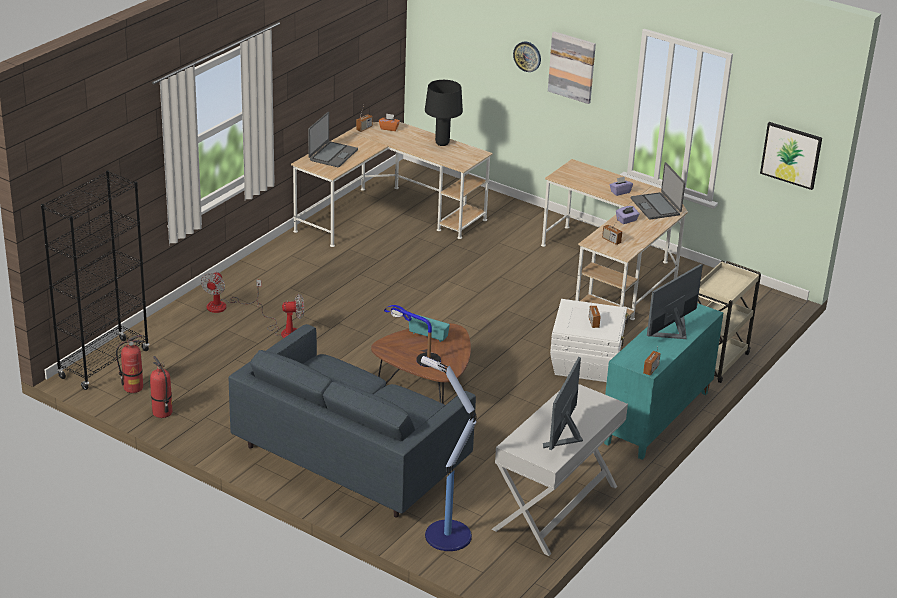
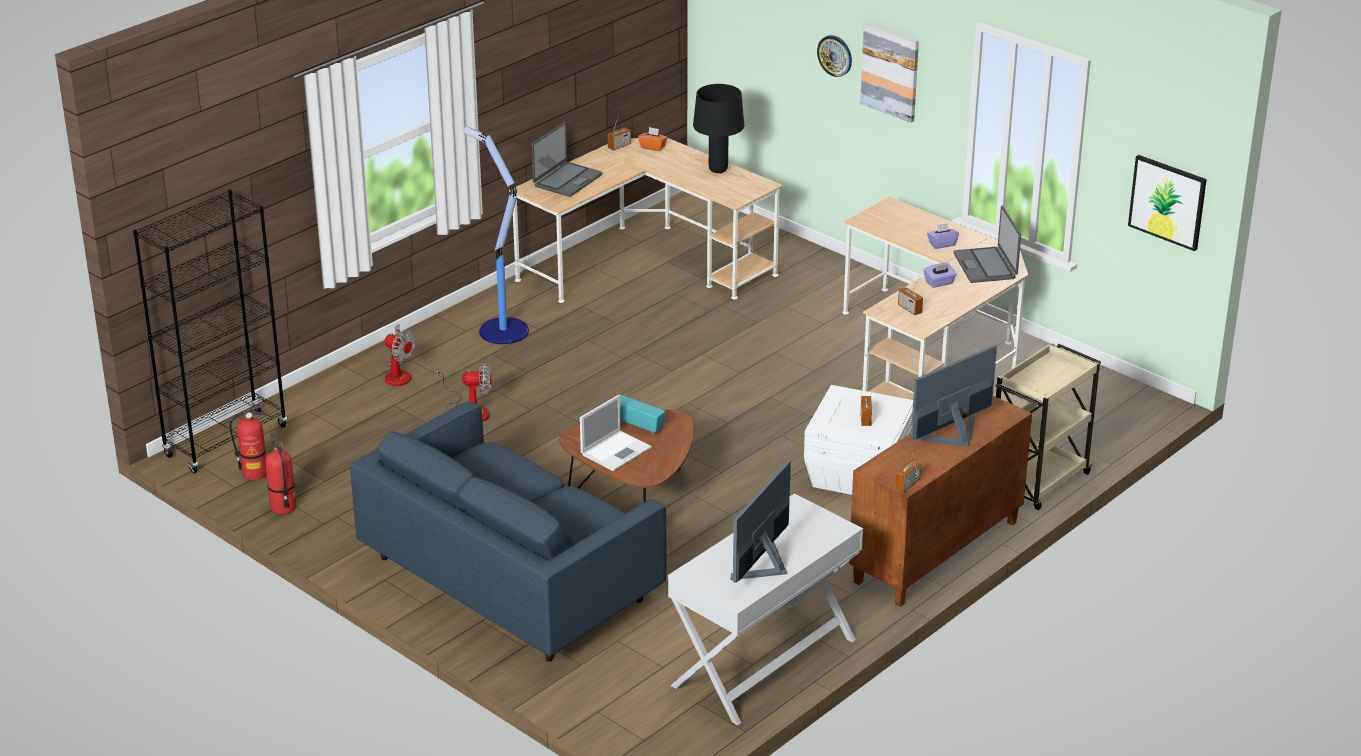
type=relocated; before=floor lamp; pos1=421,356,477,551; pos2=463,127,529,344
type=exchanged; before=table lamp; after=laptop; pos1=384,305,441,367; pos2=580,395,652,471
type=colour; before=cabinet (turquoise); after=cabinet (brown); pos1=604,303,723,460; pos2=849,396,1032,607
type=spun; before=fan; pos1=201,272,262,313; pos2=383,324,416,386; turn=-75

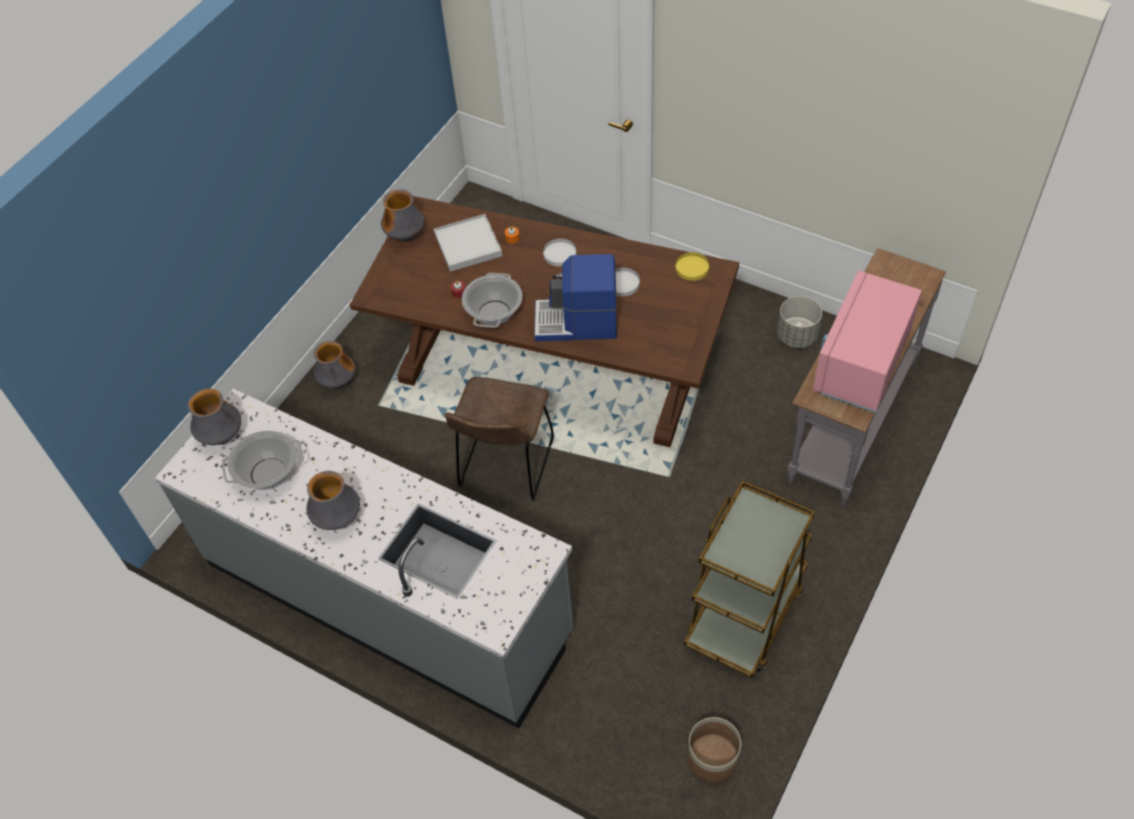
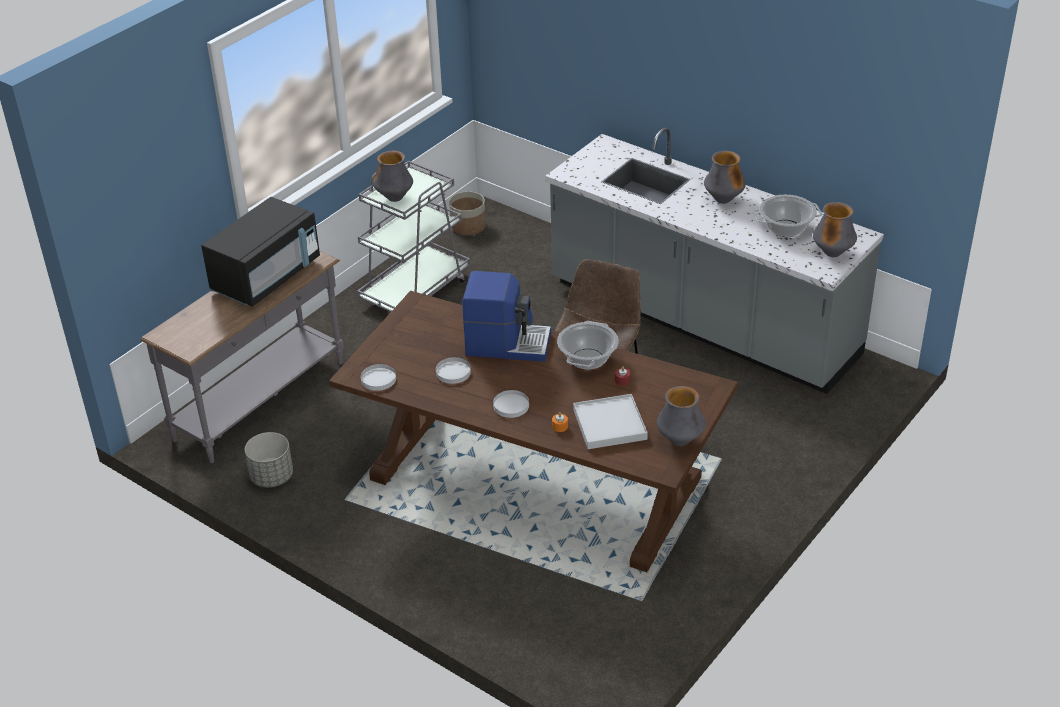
type=relocated; before=vase; pos1=314,341,355,388; pos2=373,151,413,202
type=colour; before=plate (yellow); after=plate (white); pos1=675,252,709,281; pos2=361,364,396,391
type=colour; before=cart (brown); after=cart (grey); pos1=684,481,815,678; pos2=357,161,470,312
type=colour; before=microwave (pink); after=microwave (black); pos1=813,271,922,413; pos2=201,197,320,307

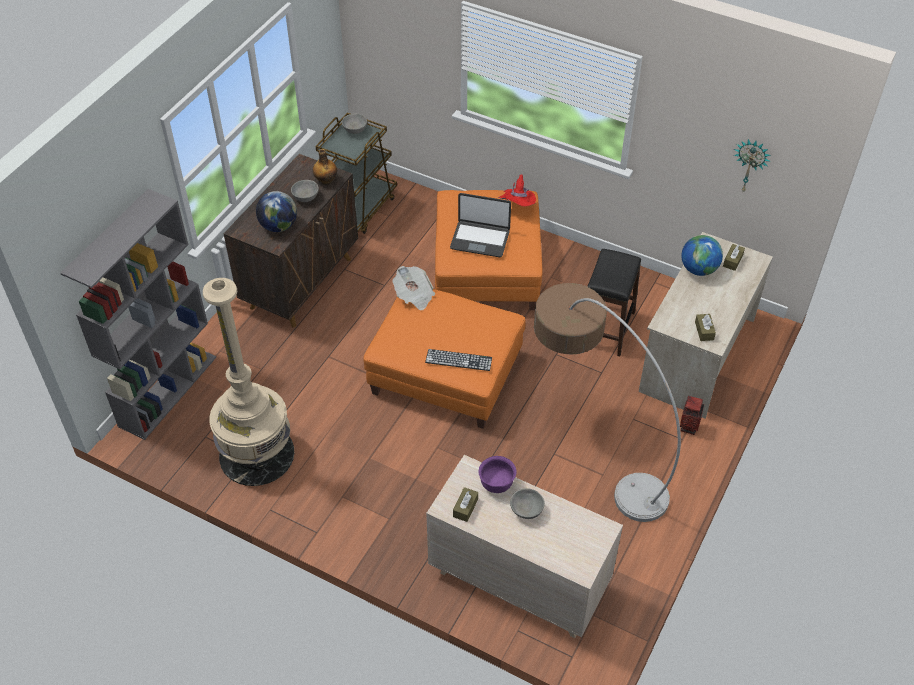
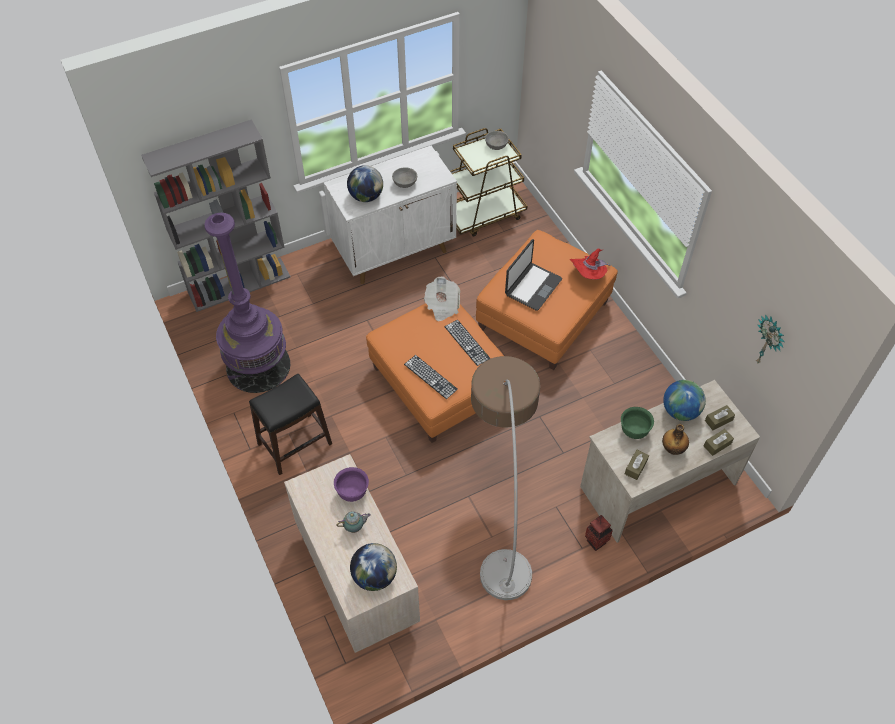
type=appeared; after=globe; pos2=350,543,397,591
type=appeared; after=keyboard; pos2=444,320,491,366
type=appeared; after=bowl (green); pos2=621,407,654,439
type=relocated; before=bottle; pos1=313,149,337,185; pos2=662,424,689,455
type=relocated; before=tissue box (brown); pos1=453,487,478,522; pos2=704,429,734,456
type=relocated; before=stool (black); pos1=587,249,641,356; pos2=249,374,332,475
type=exchanged; before=bowl (grey); after=teapot; pos1=510,488,545,519; pos2=337,511,371,533
type=colour; before=floor lamp (beige); after=floor lamp (purple); pos1=203,278,294,486; pos2=205,213,290,393
type=colour; before=cabinet (brown); after=cabinet (white); pos1=224,154,358,328; pos2=324,146,457,284
type=spun; before=laptop; pos1=450,193,511,257; pos2=505,239,562,311; turn=-105

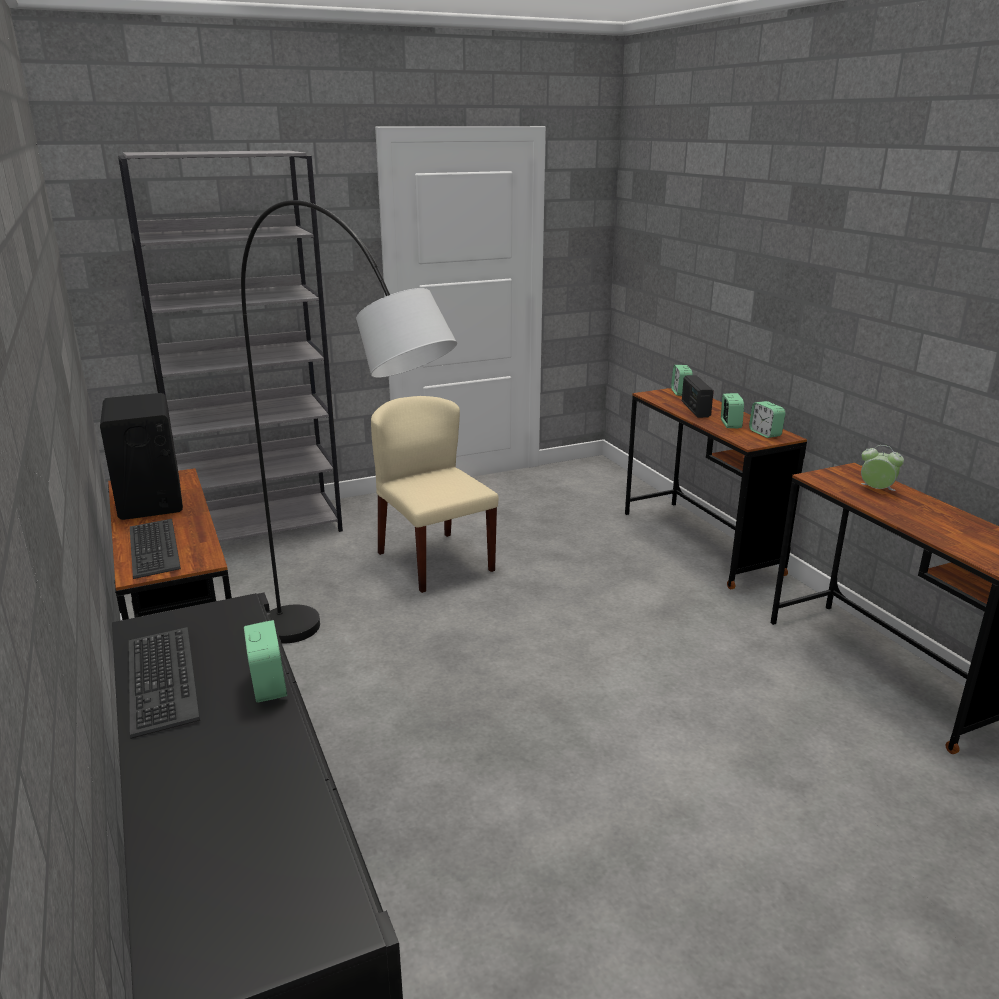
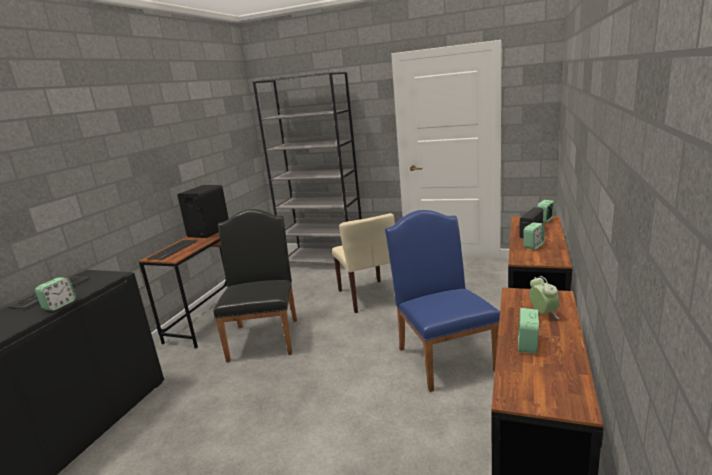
type=appeared; after=chair (blue); pos2=385,210,500,392
type=relocated; before=alarm clock; pos1=749,401,785,438; pos2=518,308,539,354
type=exchanged; before=floor lamp (black); after=chair (black); pos1=241,200,457,644; pos2=214,209,297,362
type=spun; before=chair (beige); pos1=371,396,498,593; pos2=332,213,395,313; turn=150

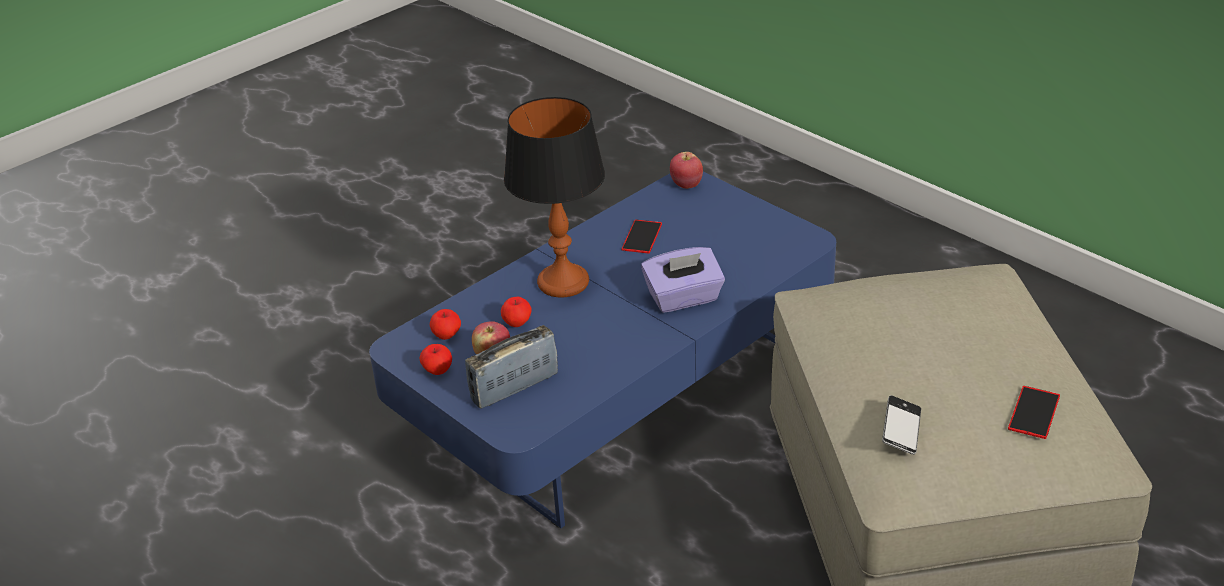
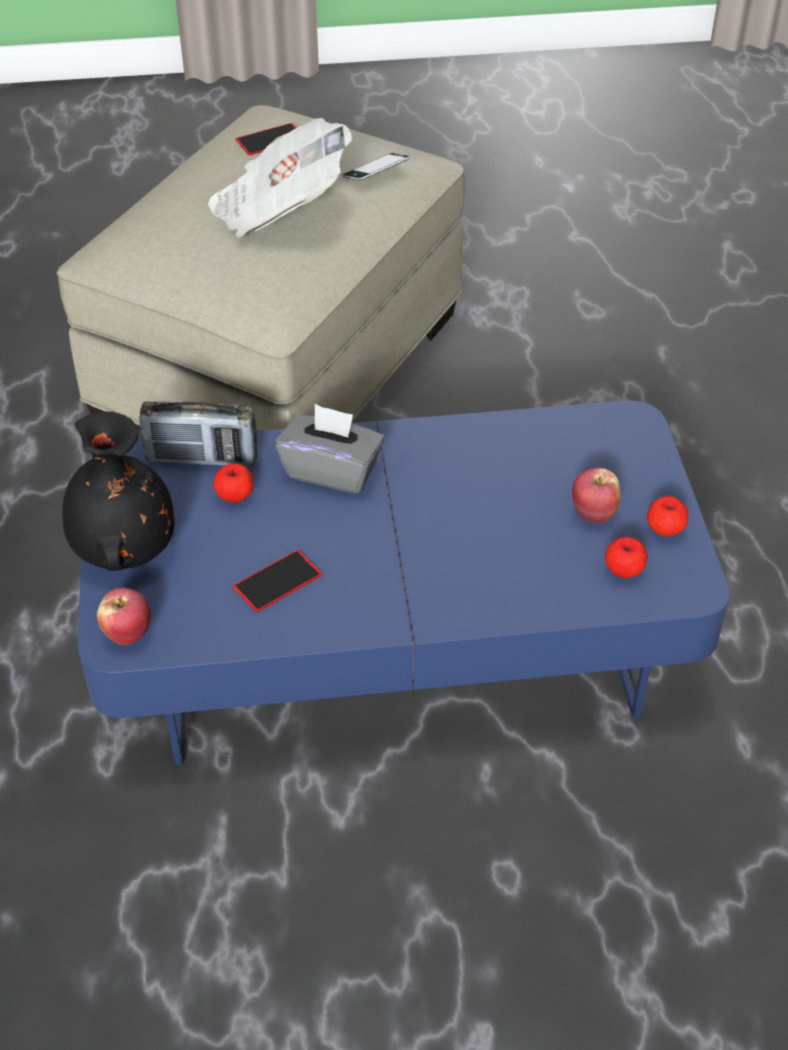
type=missing; before=table lamp; pos1=504,97,605,298
type=appeared; after=vase (black); pos2=62,411,175,571
type=appeared; after=newspaper; pos2=208,118,352,238
type=relocated; before=radio; pos1=465,325,558,409; pos2=139,402,257,466
type=relocated; before=apple; pos1=501,297,532,327; pos2=213,463,253,503
type=colour; before=tissue box (purple); after=tissue box (grey); pos1=641,247,725,313; pos2=275,404,385,494

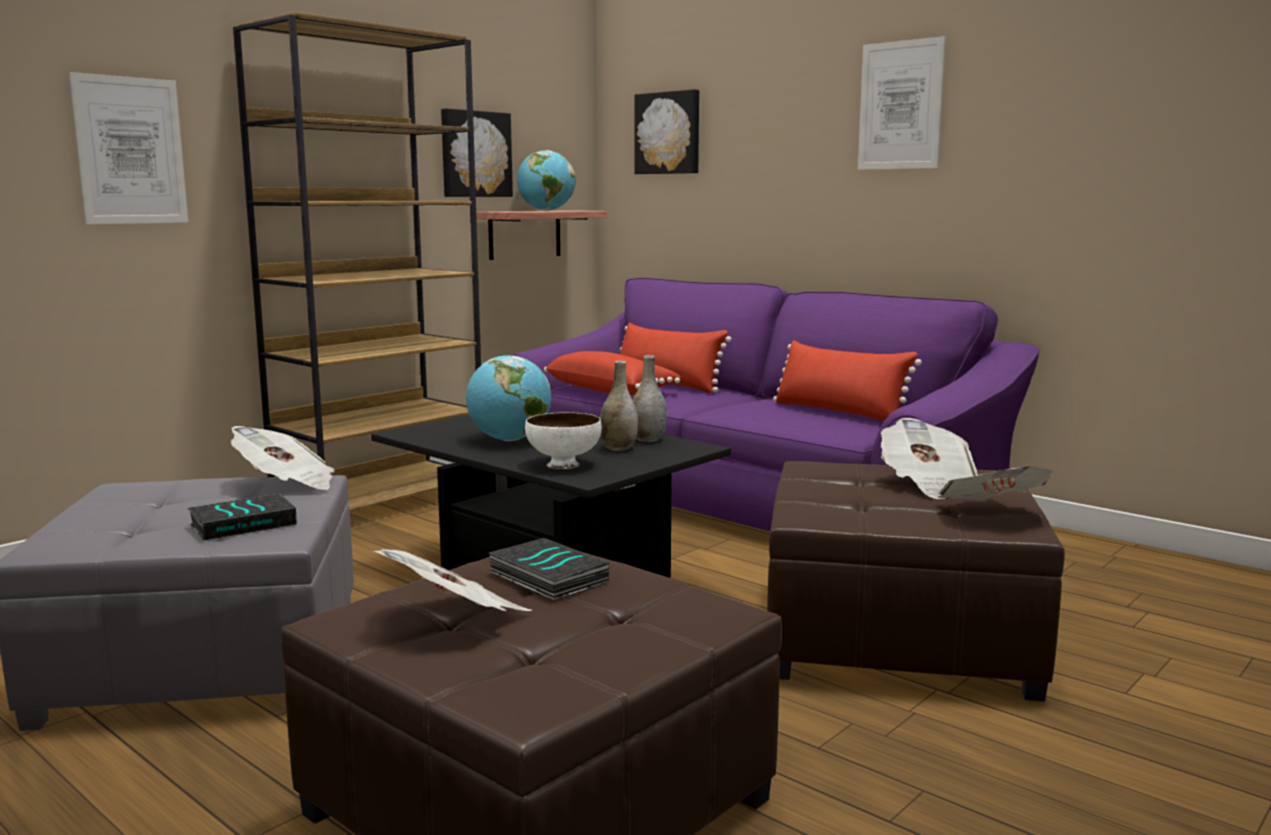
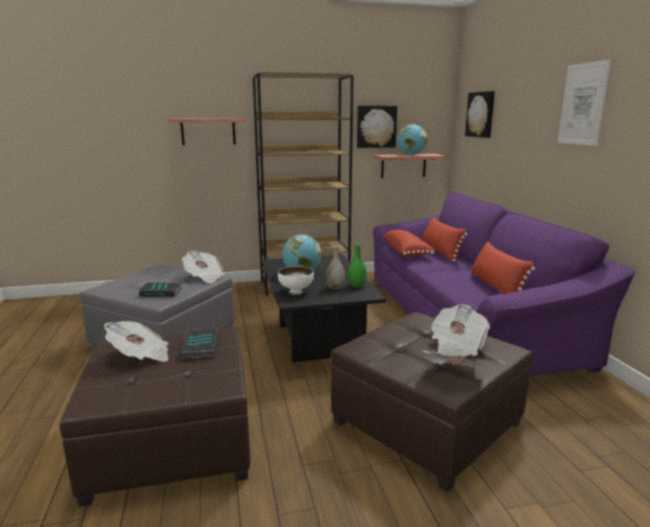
type=exchanged; before=picture; after=shelf; pos1=68,72,188,224; pos2=168,118,246,145
type=colour; before=vase (grey); after=vase (green); pos1=633,355,667,442; pos2=348,244,367,287

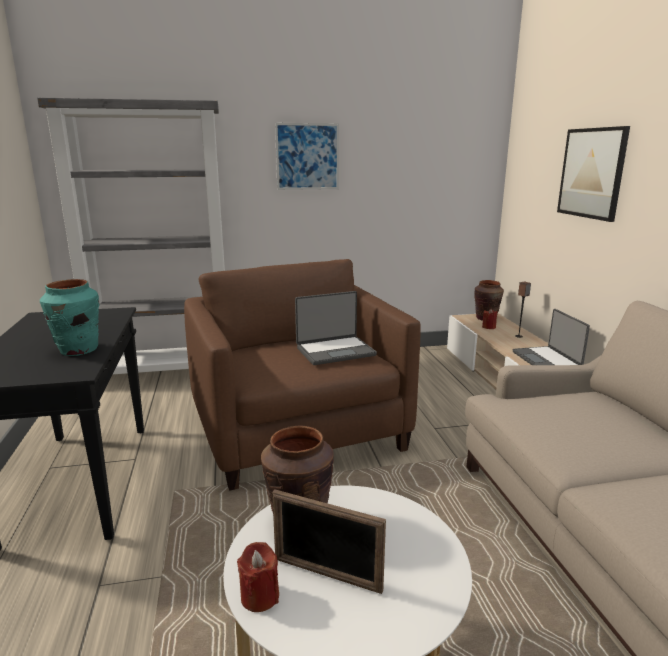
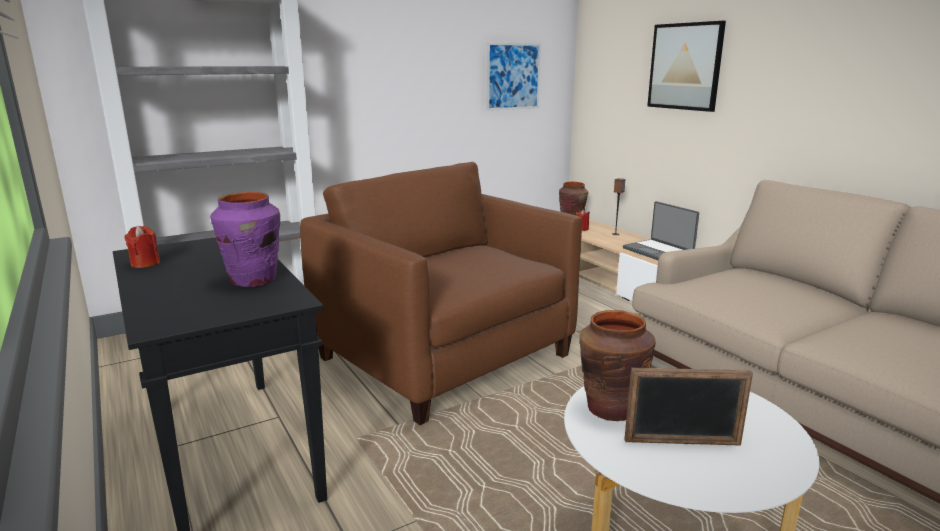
type=missing; before=laptop; pos1=295,291,377,365
type=relocated; before=candle (red); pos1=237,542,279,612; pos2=124,226,160,268
type=relocated; before=picture; pos1=275,123,339,190; pos2=487,43,541,111
type=colour; before=vase (turquoise); after=vase (purple); pos1=40,279,99,356; pos2=210,192,280,287

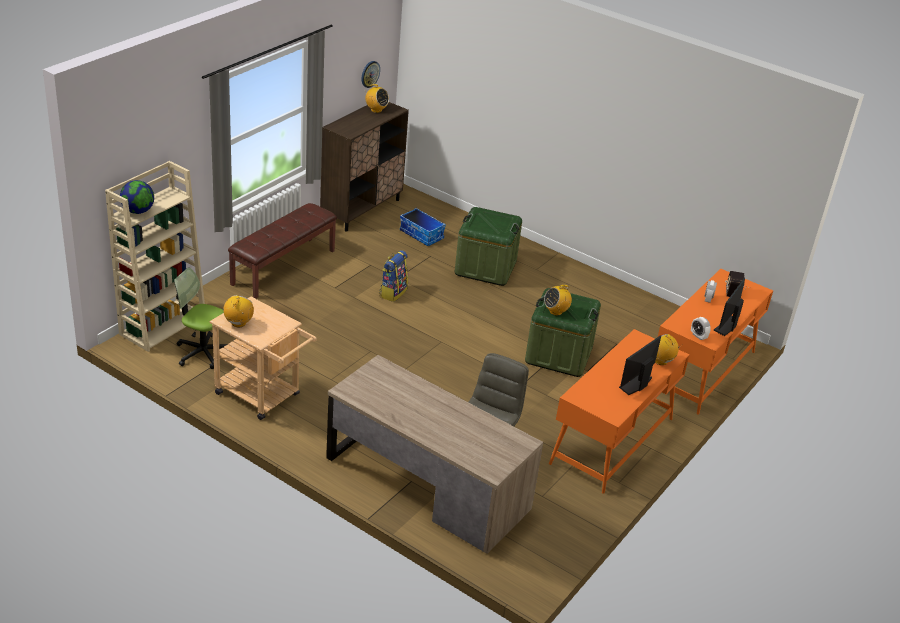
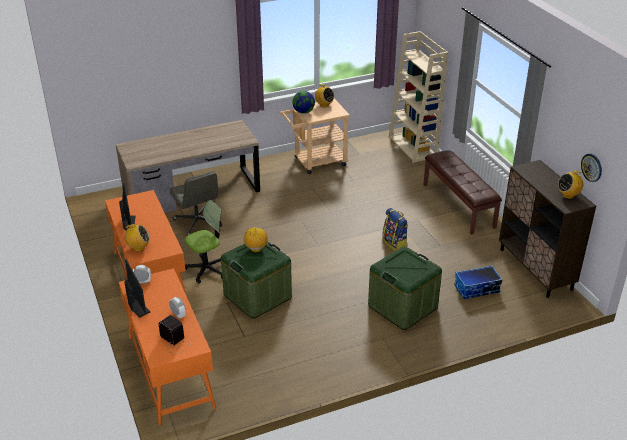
type=relocated; before=globe; pos1=120,180,154,214; pos2=292,91,315,114
type=relocated; before=office chair; pos1=174,267,227,369; pos2=185,200,222,283

